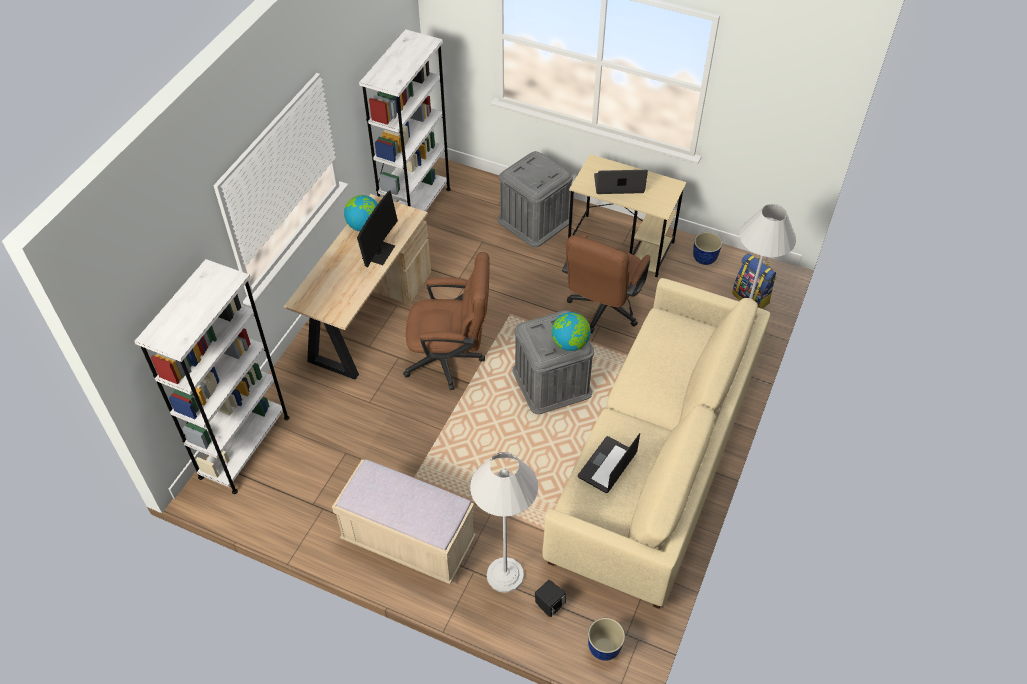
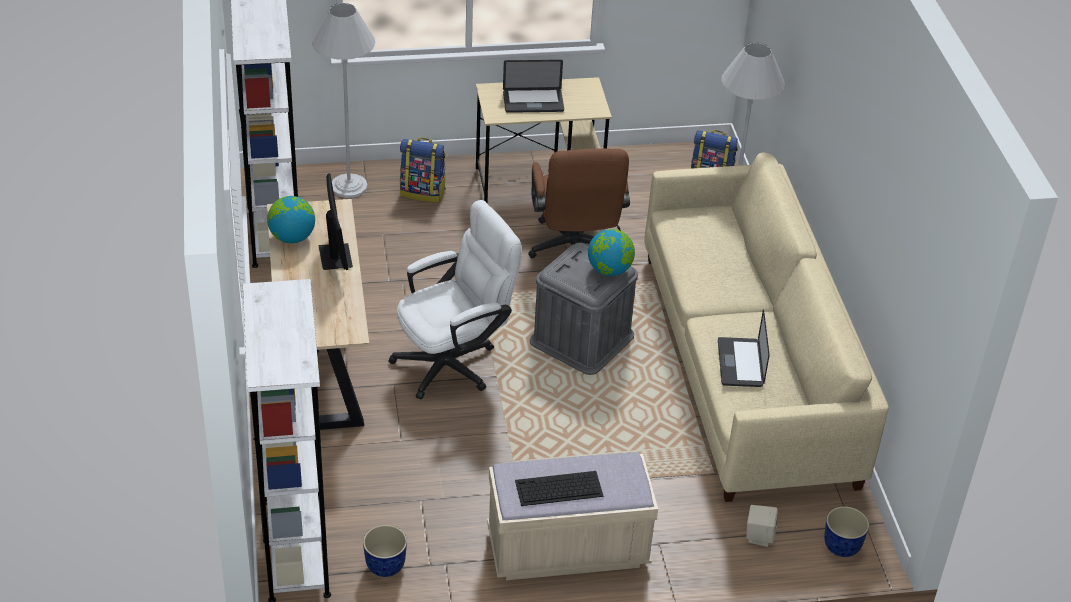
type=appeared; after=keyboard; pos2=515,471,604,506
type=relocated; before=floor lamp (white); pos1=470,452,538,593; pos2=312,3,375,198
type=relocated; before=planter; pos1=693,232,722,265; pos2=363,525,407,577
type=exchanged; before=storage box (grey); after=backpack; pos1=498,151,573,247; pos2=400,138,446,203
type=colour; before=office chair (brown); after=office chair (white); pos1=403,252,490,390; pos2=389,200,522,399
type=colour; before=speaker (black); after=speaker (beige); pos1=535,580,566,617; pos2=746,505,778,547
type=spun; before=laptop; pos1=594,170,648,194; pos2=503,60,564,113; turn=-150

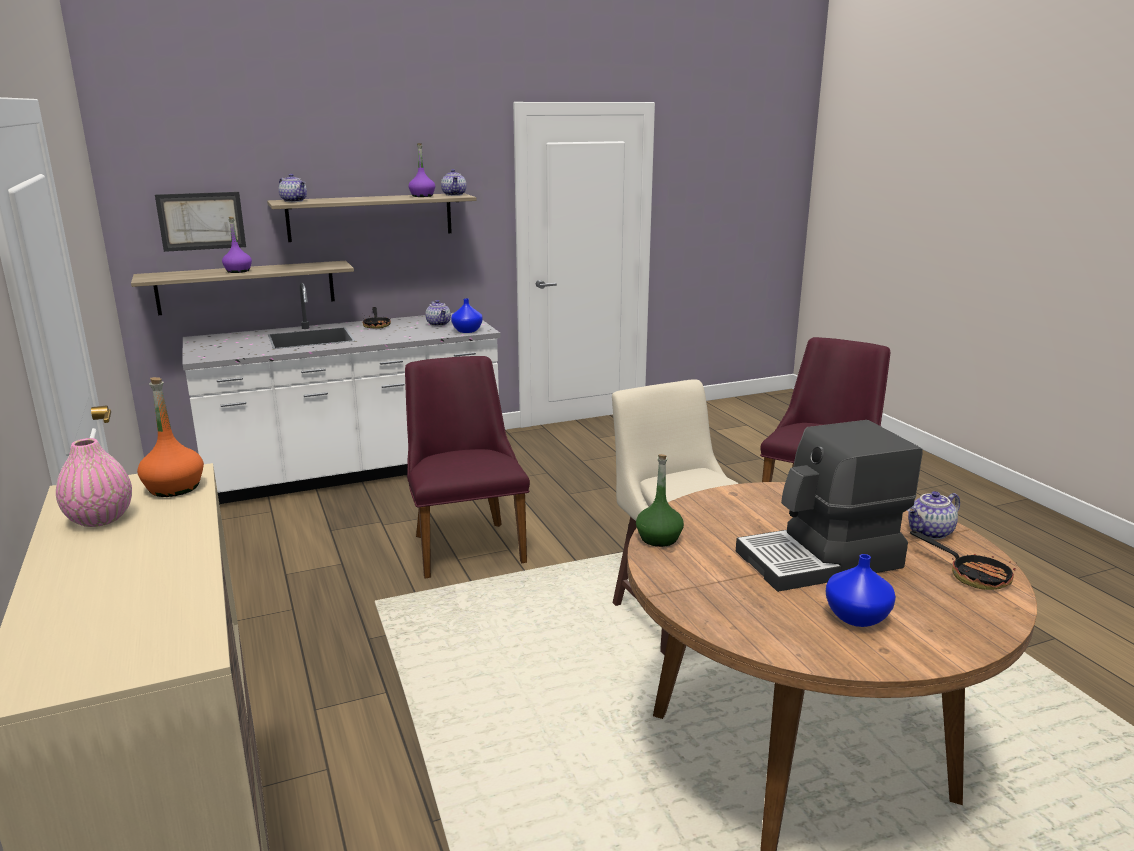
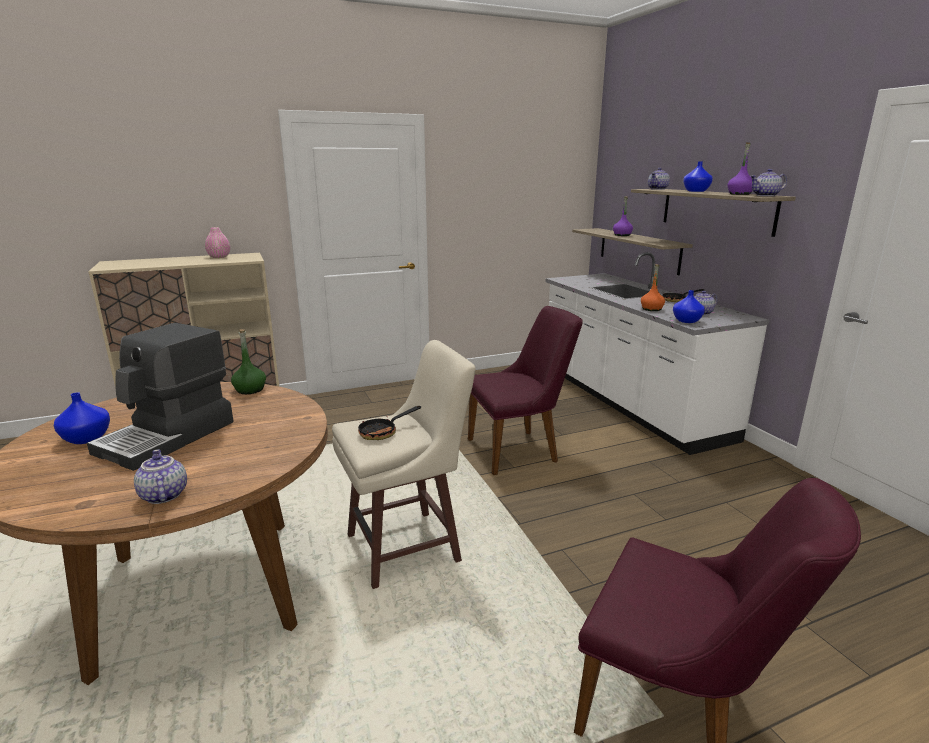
type=missing; before=picture; pos1=155,192,246,252
type=appeared; after=vase (blue); pos2=683,161,713,192
type=relocated; before=bottle (orange); pos1=137,377,204,497; pos2=641,264,665,311
type=relocated; before=frying pan; pos1=910,530,1016,590; pos2=358,406,421,440
type=spun; before=coffee machine; pos1=736,420,923,592; pos2=87,323,233,471; turn=-135

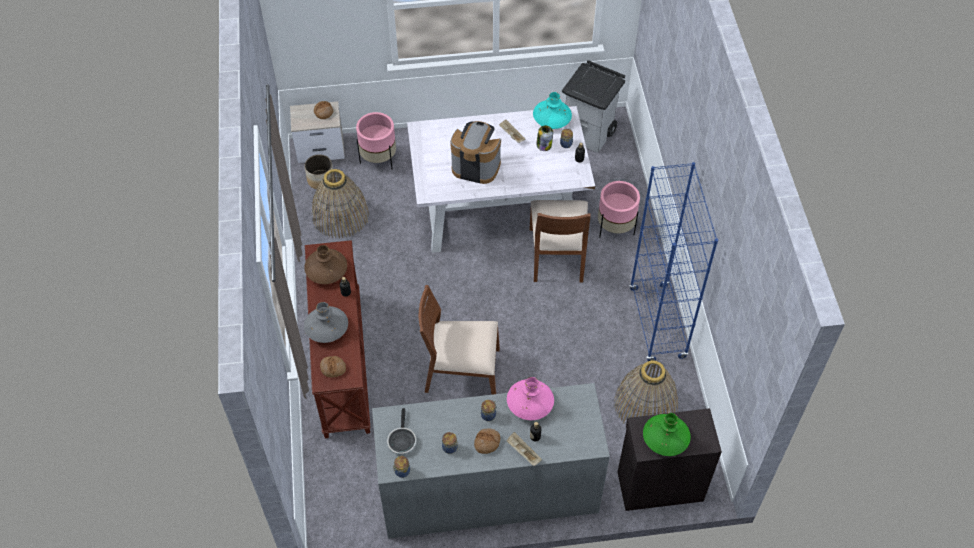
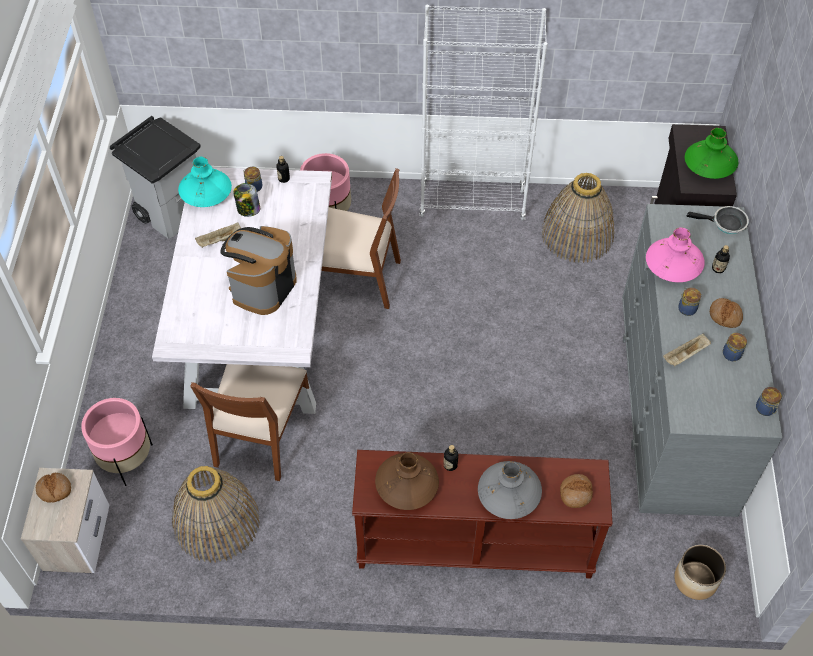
type=relocated; before=planter; pos1=305,154,334,190; pos2=674,545,726,600
type=relocated; before=frying pan; pos1=387,408,416,455; pos2=686,206,749,234
type=relocated; before=chair (brown); pos1=419,285,500,395; pos2=190,364,309,481
type=relocated; before=tray (beige); pos1=506,432,542,466; pos2=663,333,711,367
type=colour; before=bookcase (blue); after=bookcase (white); pos1=629,162,718,361; pos2=419,5,548,221

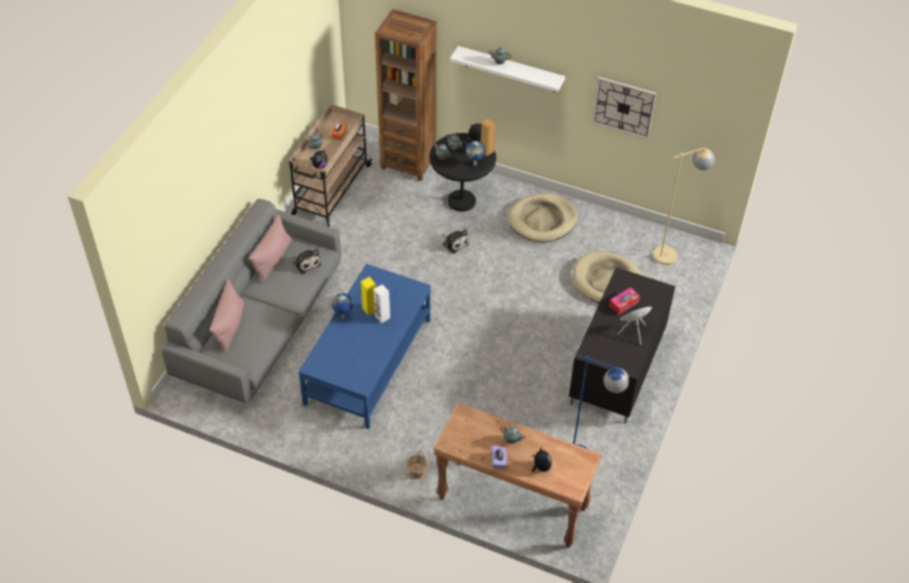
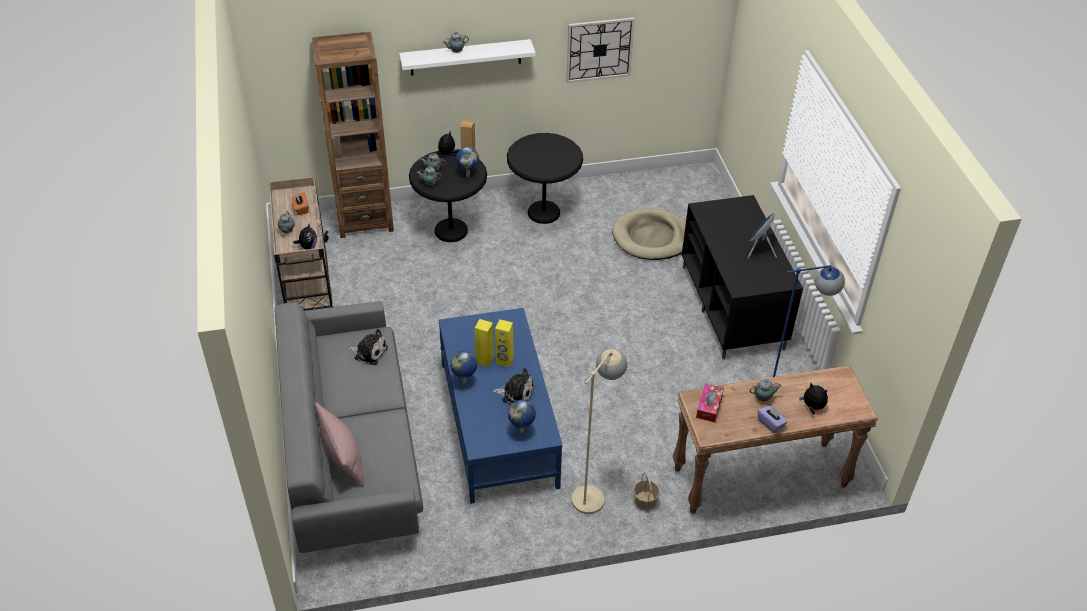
type=missing; before=pillow (pink); pos1=249,215,292,282
type=appeared; after=globe; pos2=508,400,536,433
type=relocated; before=plush toy; pos1=442,229,469,254; pos2=492,368,534,404
type=relocated; before=tissue box; pos1=609,287,640,315; pos2=696,383,724,422
type=relocated; before=floor lamp (beige); pos1=653,148,715,265; pos2=572,349,627,514
type=exchanged; before=dog bed (beige); after=side table (black); pos1=508,193,578,242; pos2=507,133,583,224
type=colour; before=speaker (white); after=speaker (yellow); pos1=374,284,390,323; pos2=495,319,514,367

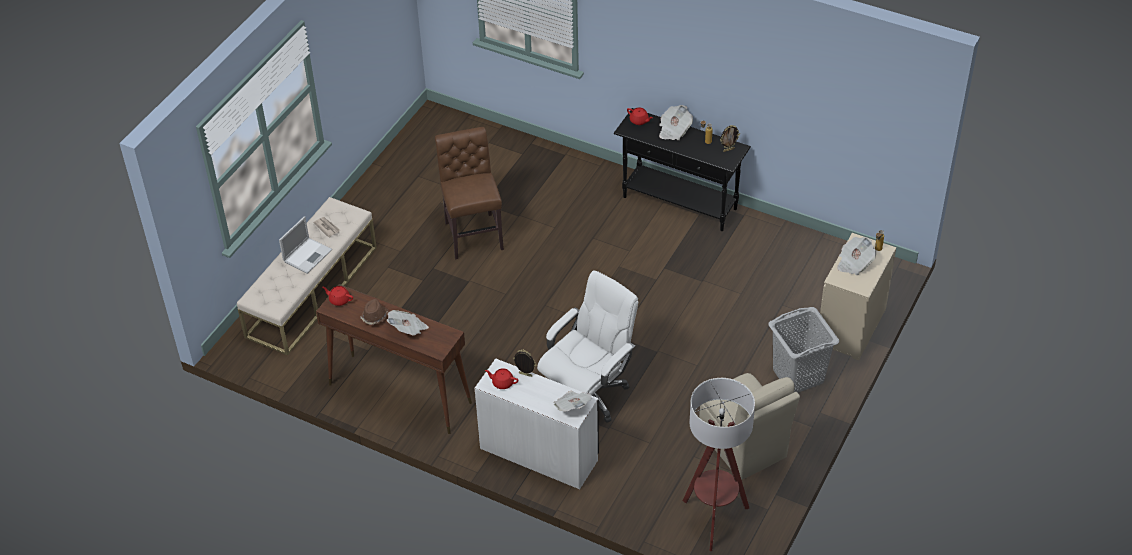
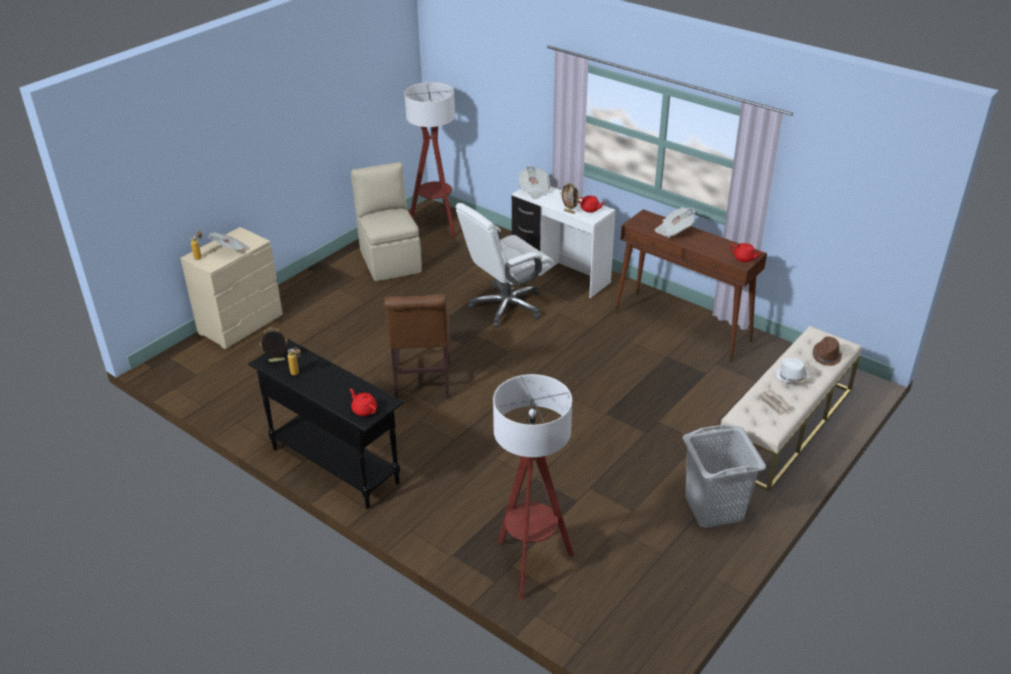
type=missing; before=newspaper; pos1=659,105,693,140
type=appeared; after=floor lamp; pos2=493,374,574,600
type=relocated; before=hat (brown); pos1=360,299,389,325; pos2=813,336,842,366
type=relocated; before=chair (brown); pos1=435,127,504,259; pos2=384,294,450,399
type=relocated; before=laundry basket (grey); pos1=768,307,839,392; pos2=683,425,766,528
type=exchanged; before=laptop; after=hat (white); pos1=279,216,332,274; pos2=776,358,809,383

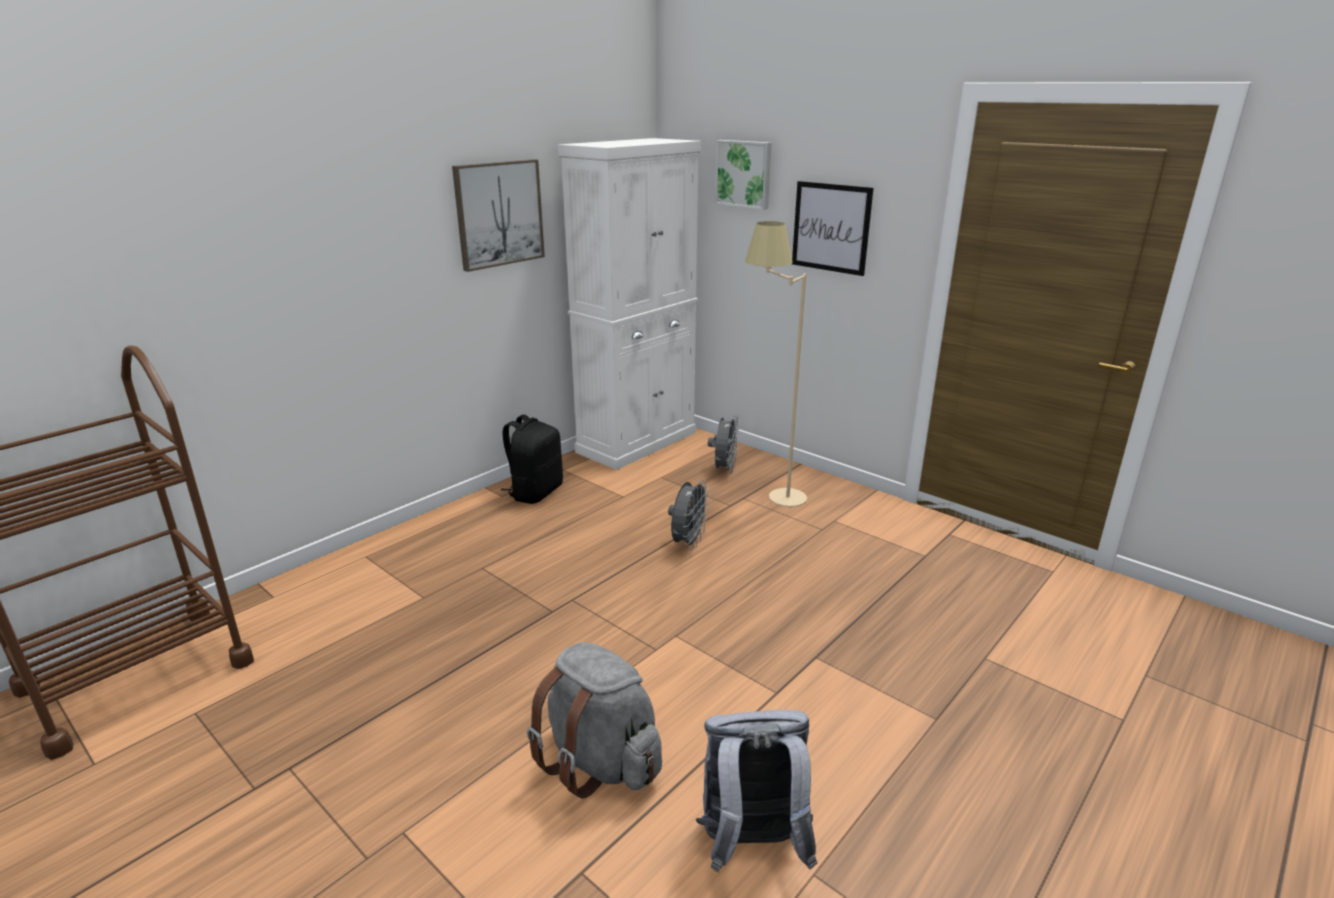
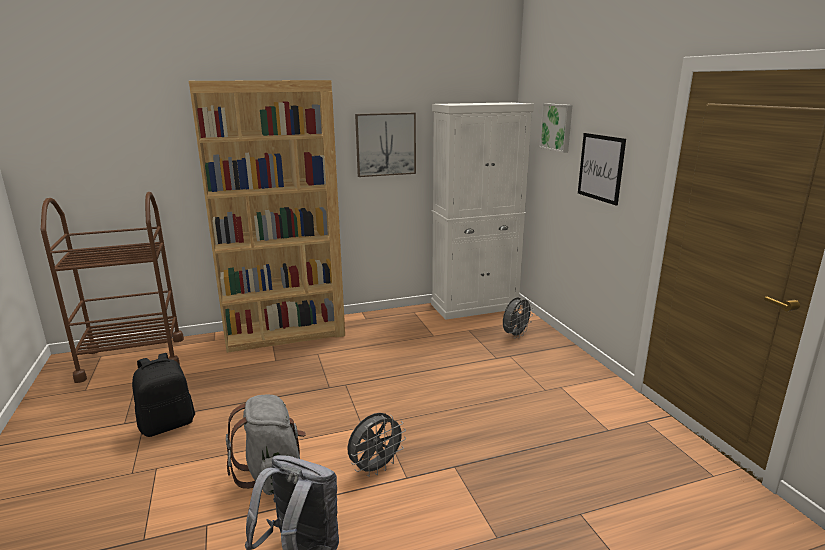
type=missing; before=floor lamp (beige); pos1=745,221,807,507
type=appeared; after=bookcase (brown); pos2=189,80,345,353
type=relocated; before=backpack (black); pos1=501,415,563,504; pos2=132,353,195,437
type=relocated; before=fan (grey); pos1=668,480,710,550; pos2=347,413,406,477

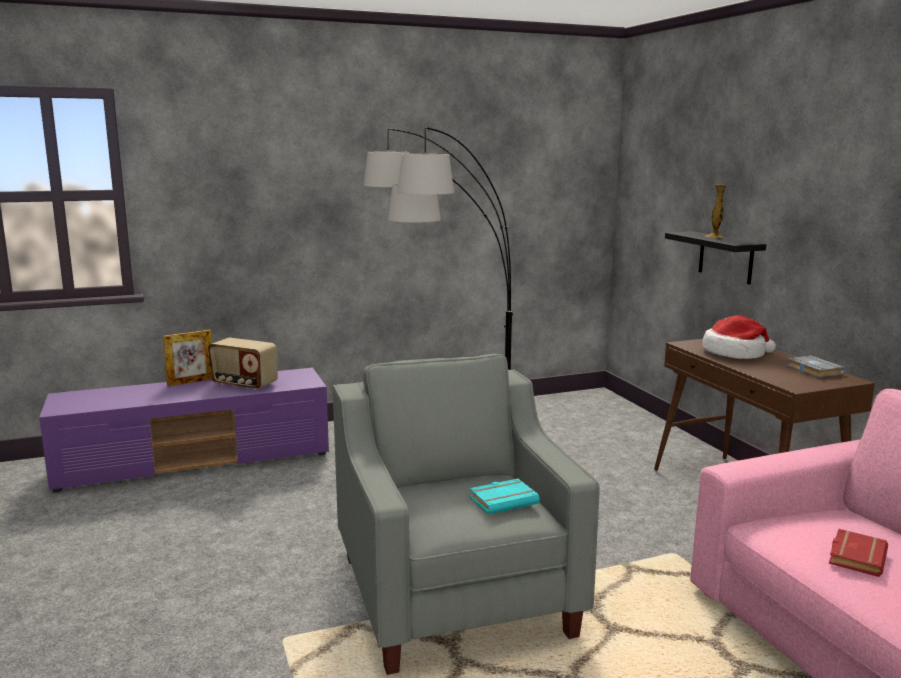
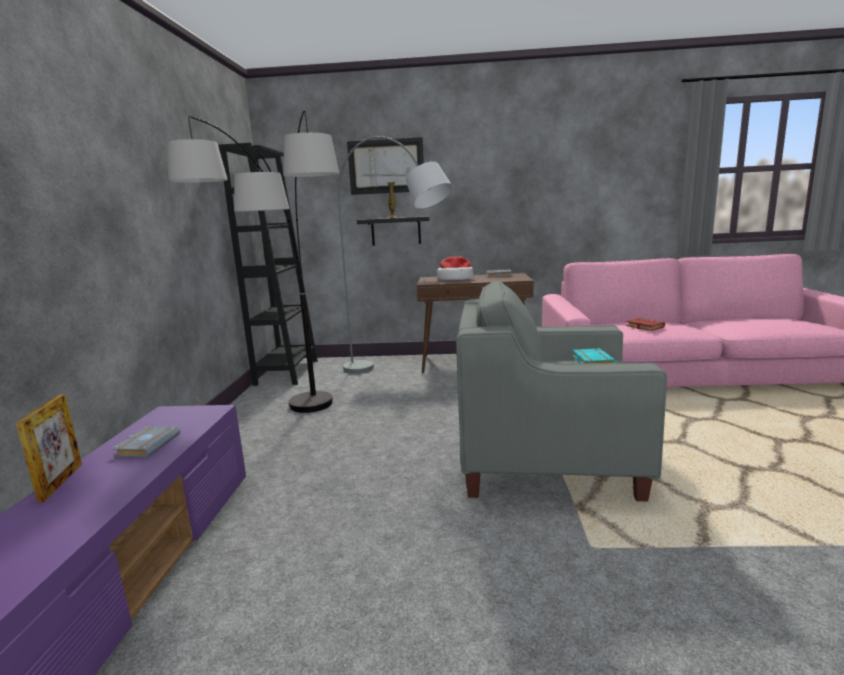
type=appeared; after=bookcase (black); pos2=219,143,318,386
type=appeared; after=floor lamp (grey); pos2=338,136,453,374
type=appeared; after=picture; pos2=347,137,424,195
type=exchanged; before=radio; after=book (grey); pos1=208,338,278,390; pos2=112,426,180,458

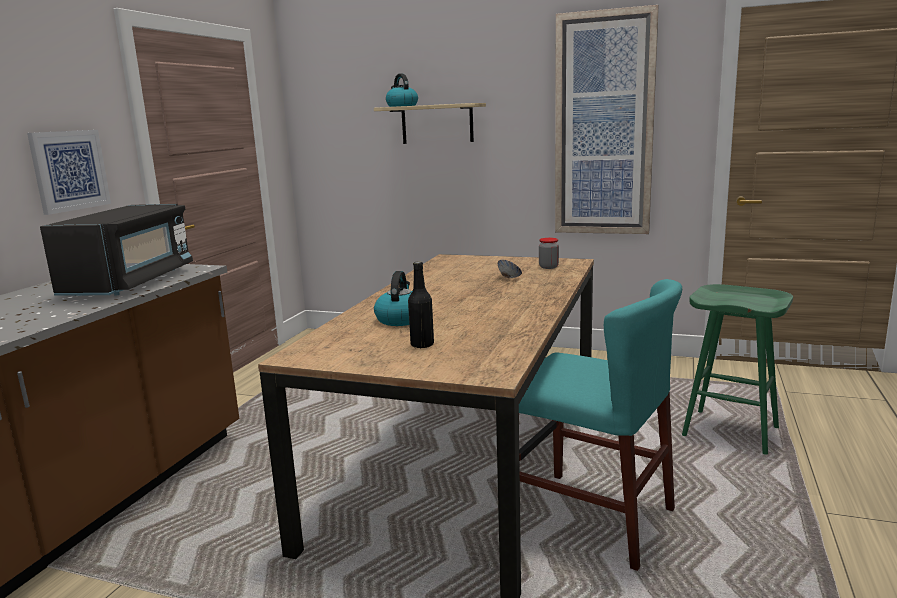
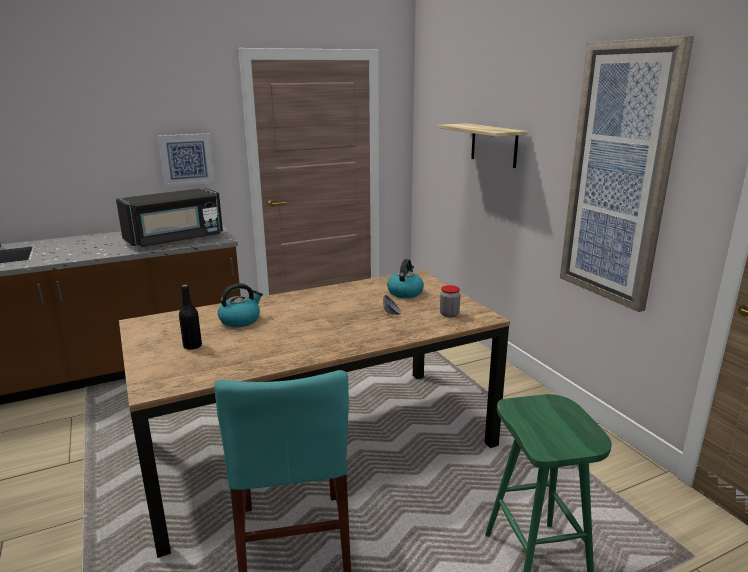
type=relocated; before=kettle; pos1=386,74,418,107; pos2=387,259,424,298

